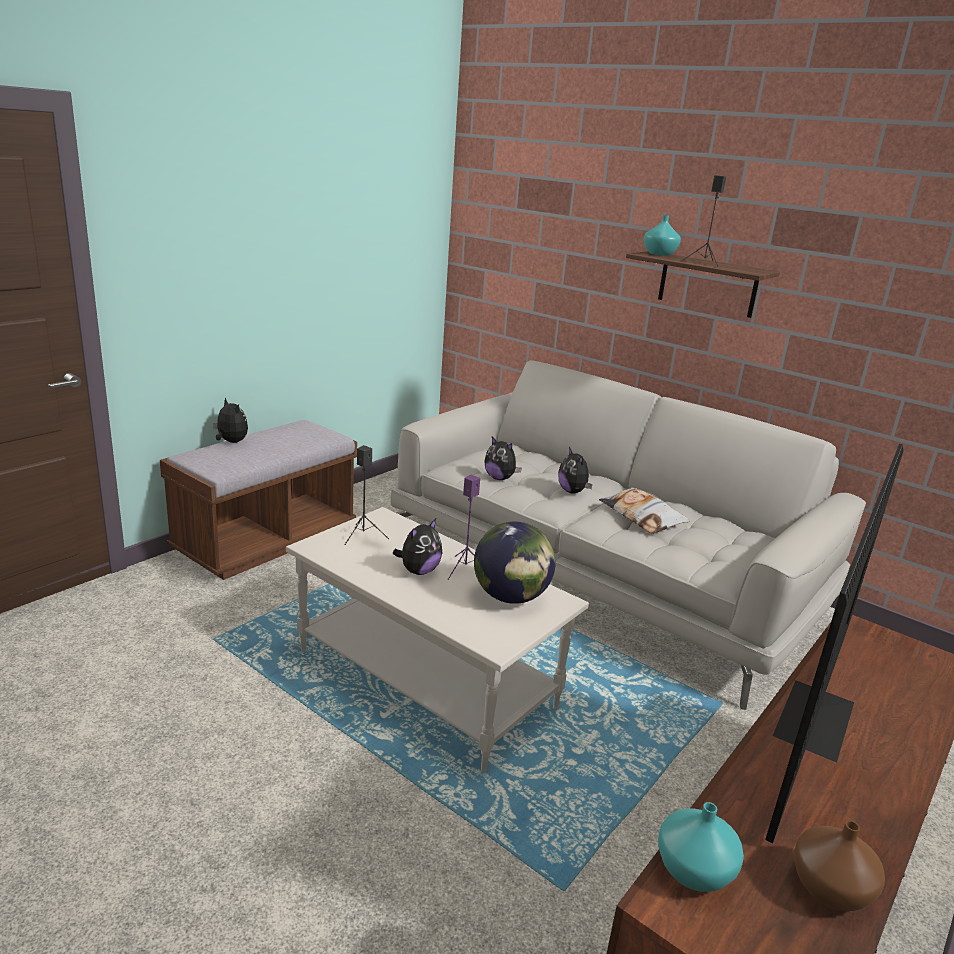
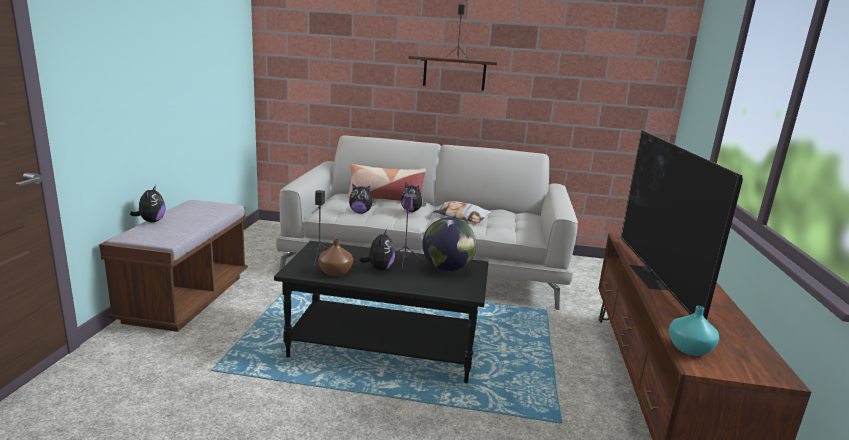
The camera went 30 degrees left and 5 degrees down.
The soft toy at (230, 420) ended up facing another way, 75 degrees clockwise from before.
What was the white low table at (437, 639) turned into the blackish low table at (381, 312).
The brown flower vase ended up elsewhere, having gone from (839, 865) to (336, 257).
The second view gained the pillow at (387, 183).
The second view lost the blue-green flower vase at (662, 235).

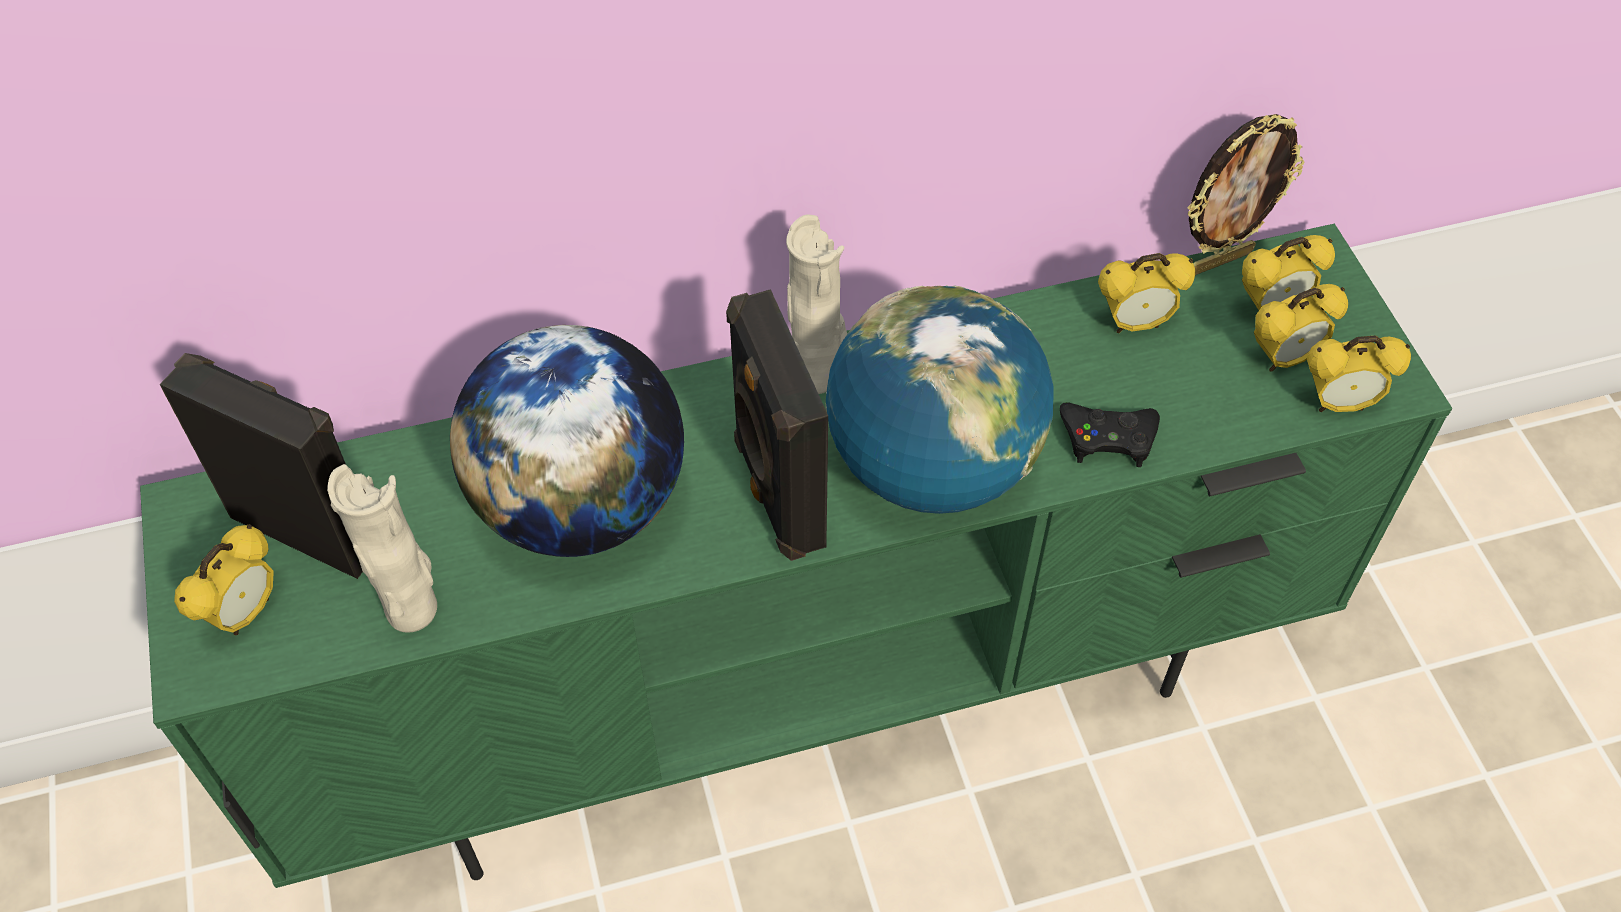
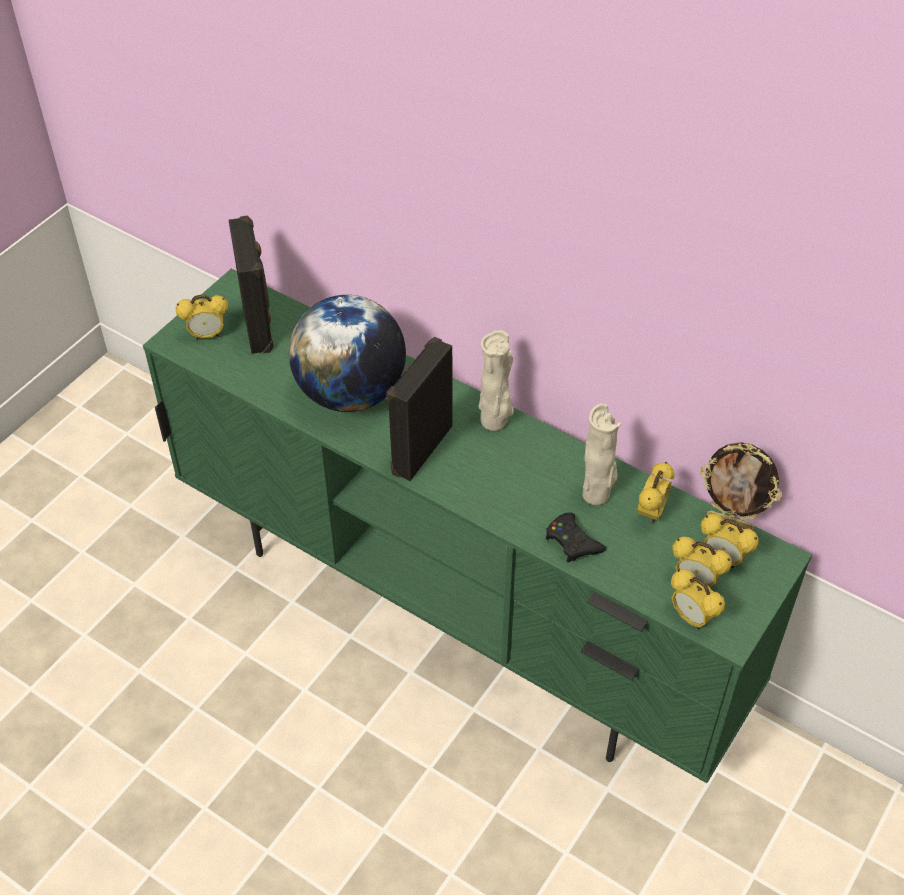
The camera went 50 degrees right and 5 degrees down.
The sand-coloured flower vase ended up elsewhere, having gone from (382, 548) to (601, 454).
The table clock at (1147, 293) ended up facing another way, 105 degrees counterclockwise from before.
The second view lost the world globe at (940, 399).

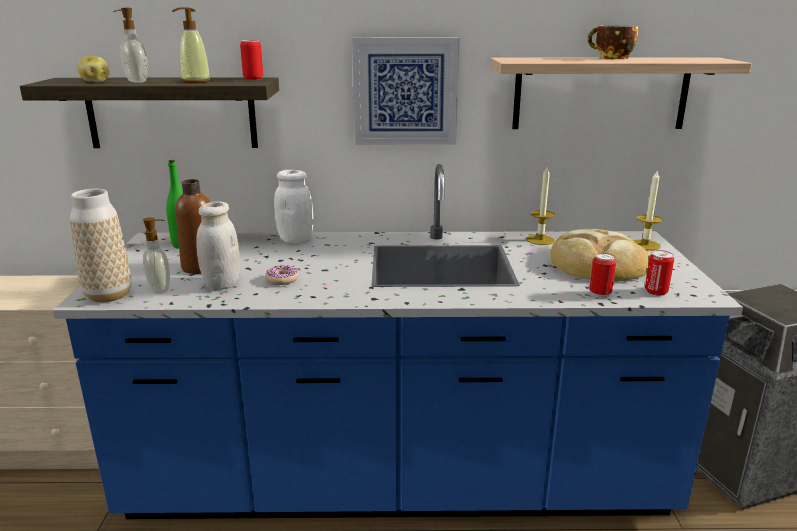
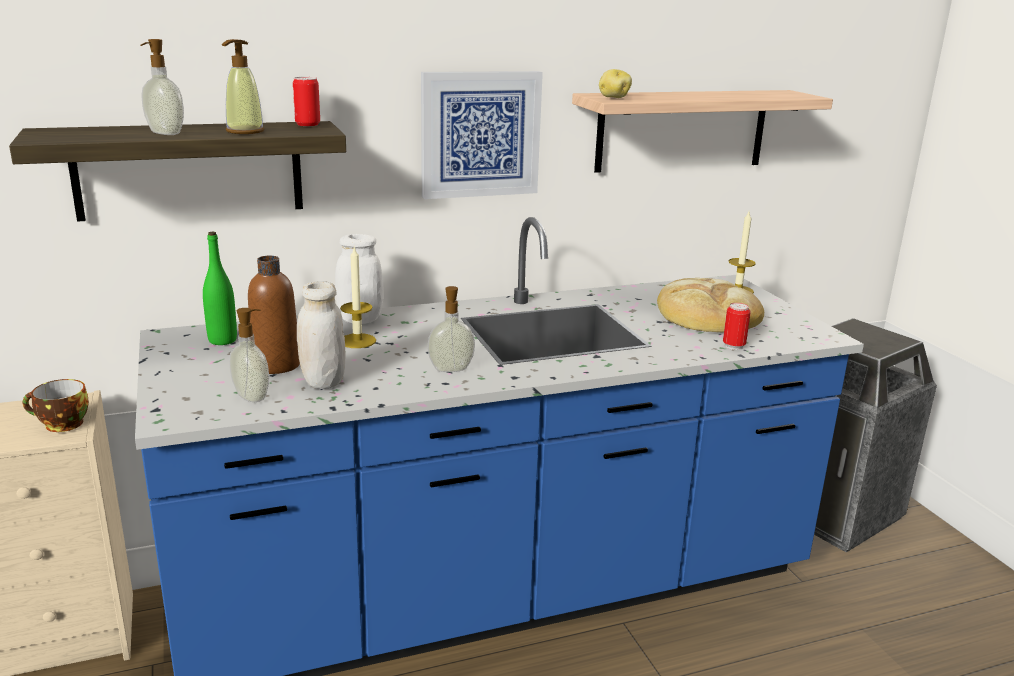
The camera went 20 degrees left and 0 degrees up.
The cup ended up elsewhere, having gone from (613, 42) to (56, 405).
The candle ended up elsewhere, having gone from (540, 206) to (358, 297).
The second view gained the soap dispenser at (451, 329).
The whole potato ended up elsewhere, having gone from (93, 69) to (615, 83).
The second view lost the flower vase at (100, 246).
The second view lost the doughnut at (281, 275).
The second view lost the can at (659, 273).

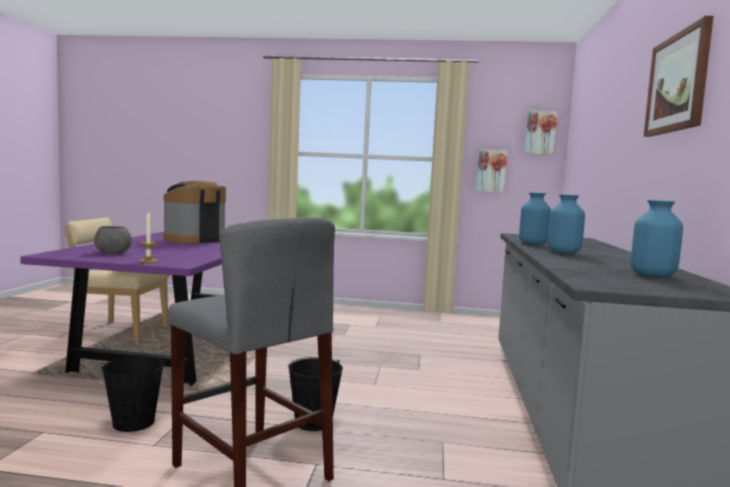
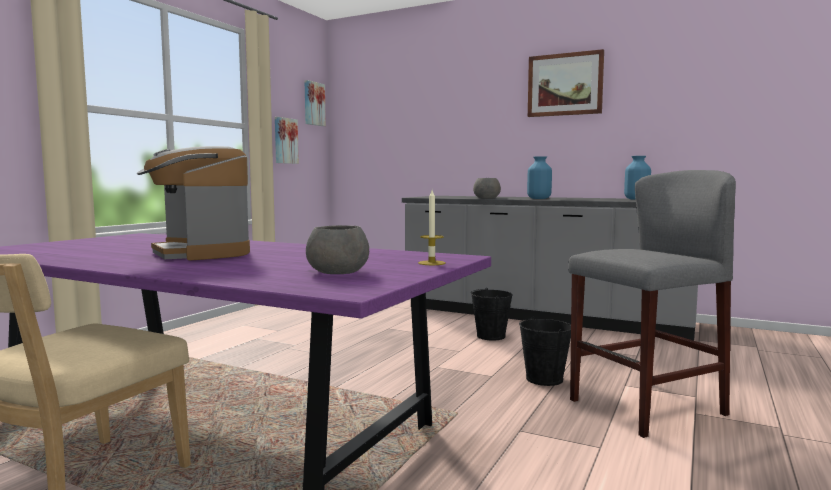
The camera went 70 degrees left and 0 degrees up.
The blackish water bucket ended up elsewhere, having gone from (133, 393) to (492, 314).
Where the blue-coloured flower vase stood at (535, 218), the greyish bowl came to stand at (487, 188).

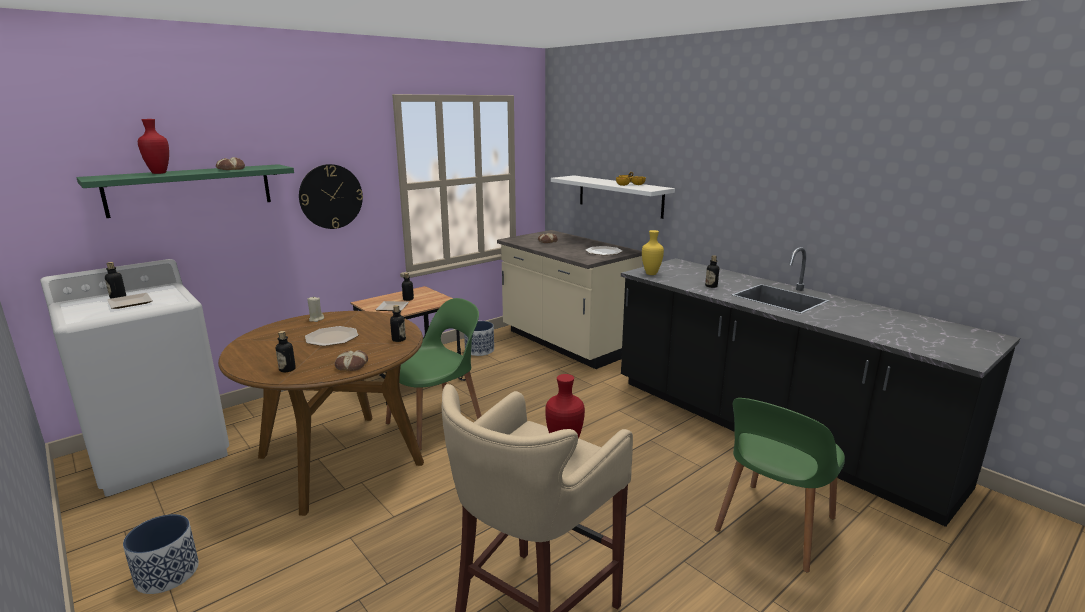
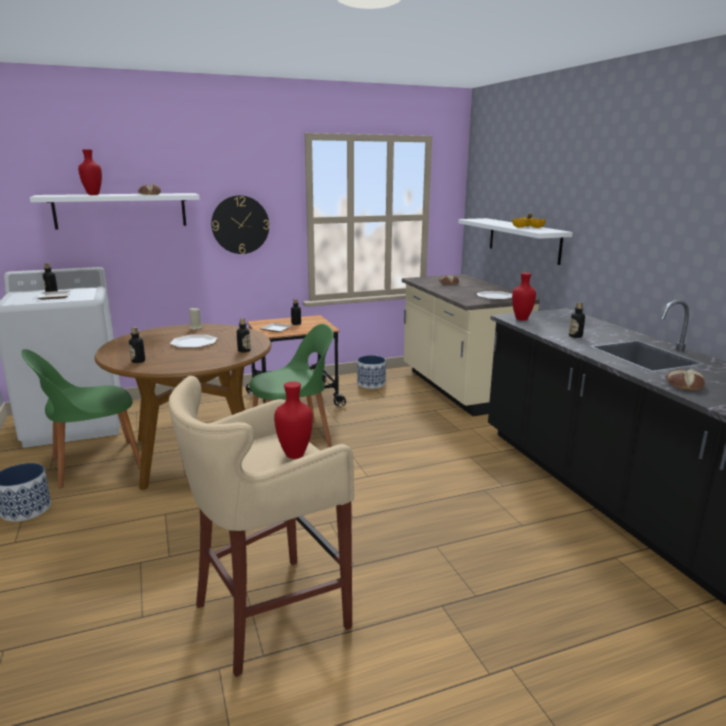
The camera went 20 degrees right and 0 degrees up.
The greenish chair ended up elsewhere, having gone from (779, 485) to (81, 418).
What was the greenish shelf at (185, 191) turned into the white shelf at (115, 211).
What was the yellowish flower vase at (653, 252) turned into the red flower vase at (524, 297).
The bread ended up elsewhere, having gone from (351, 360) to (685, 380).

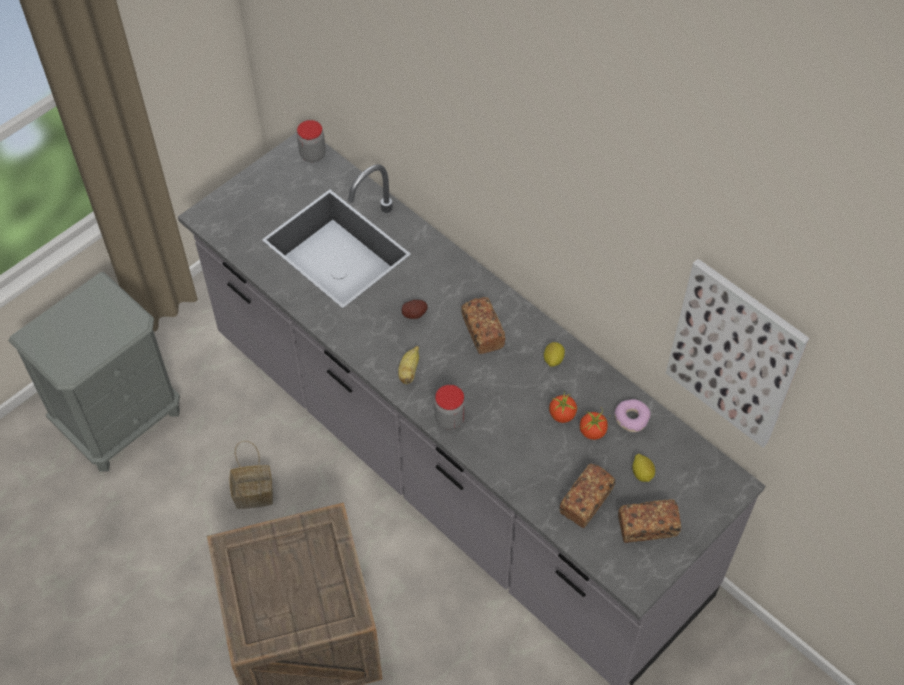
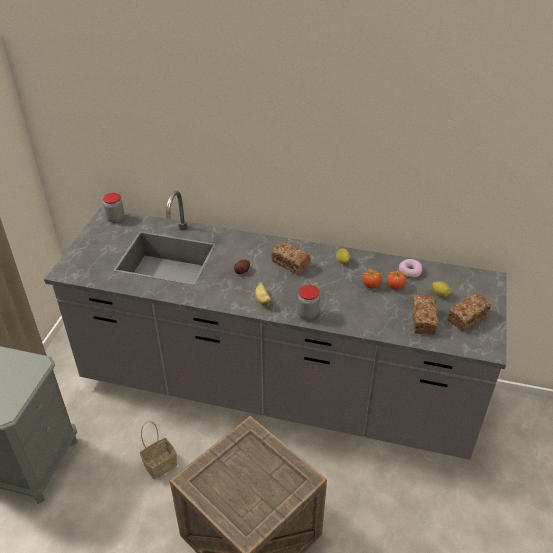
The camera went 30 degrees left and 15 degrees down.
The second view lost the wall picture at (738, 353).

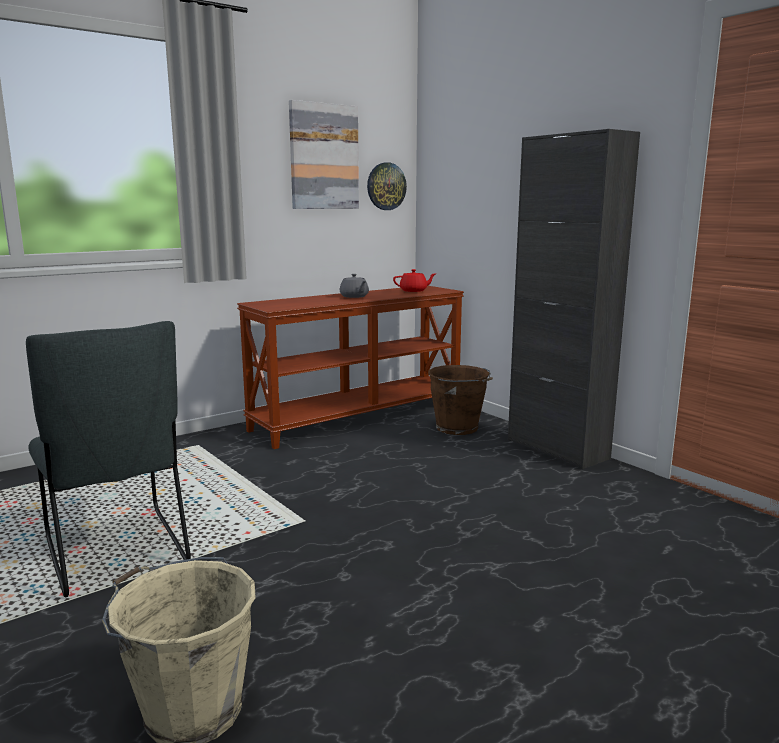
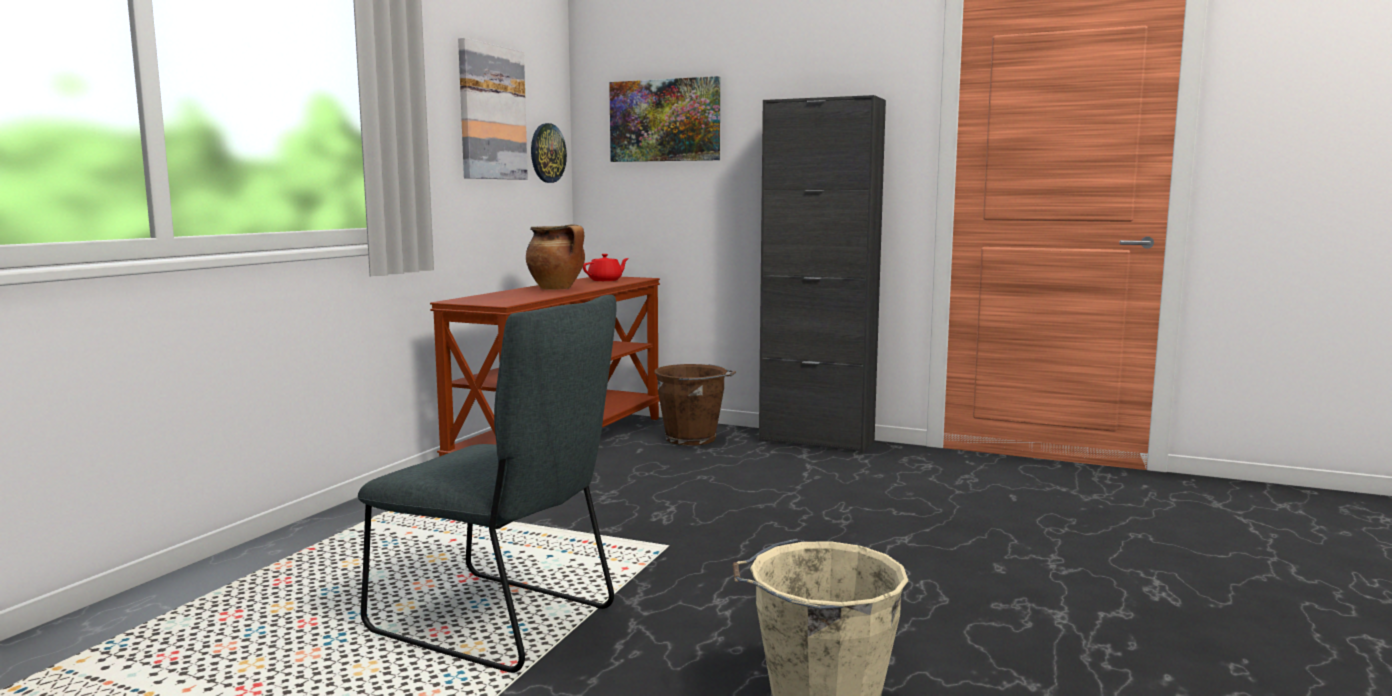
The camera went 30 degrees left and 5 degrees down.
Where the greyish tea pot stood at (354, 286), the cooking pot came to stand at (555, 257).
The second view gained the wall picture at (664, 119).

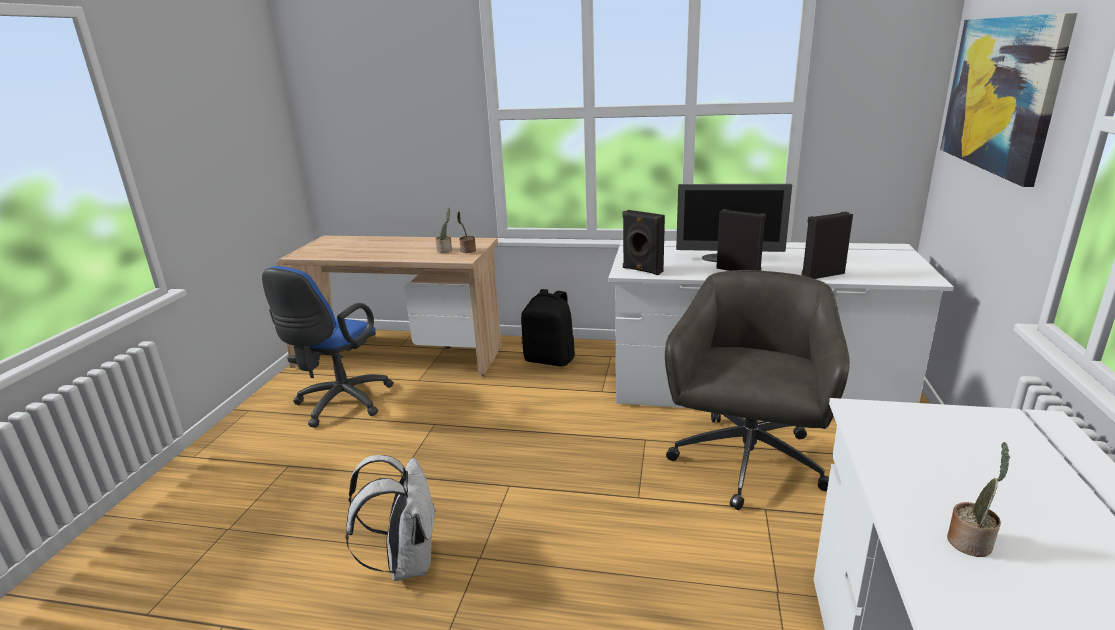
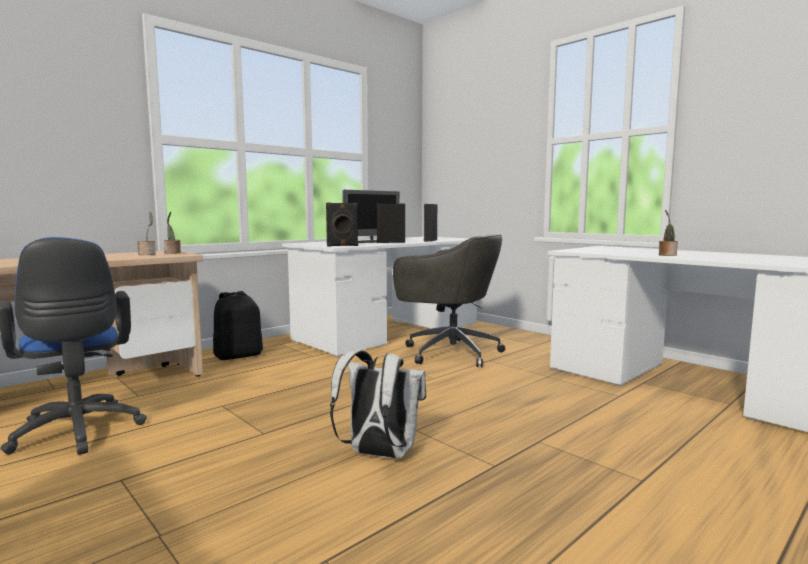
The camera went 55 degrees left and 15 degrees down.
The greyish computer chair at (757, 390) ended up facing another way, 150 degrees clockwise from before.
The second view lost the wall picture at (1008, 100).

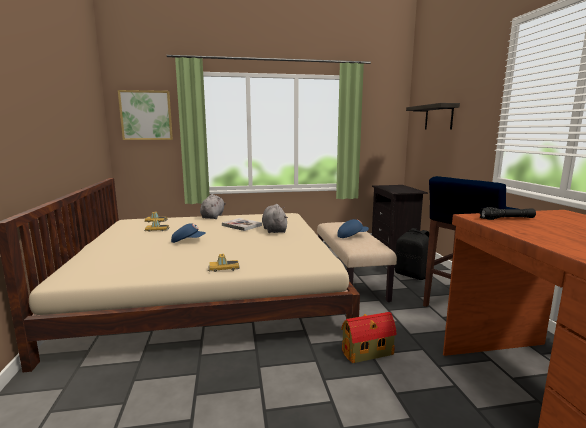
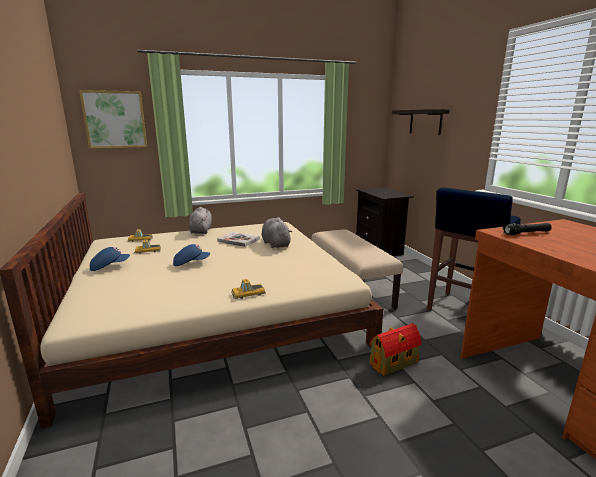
The camera went 10 degrees left and 5 degrees up.
The blue-coloured cap ended up elsewhere, having gone from (353, 228) to (110, 259).
The second view lost the blackish rucksack at (412, 254).

